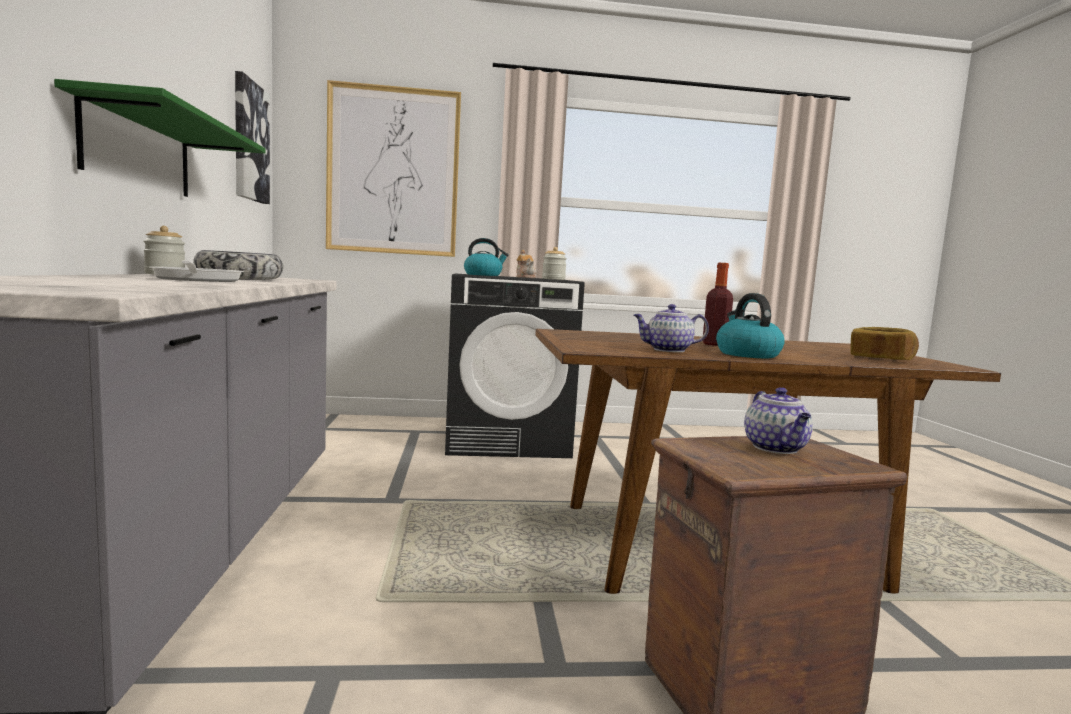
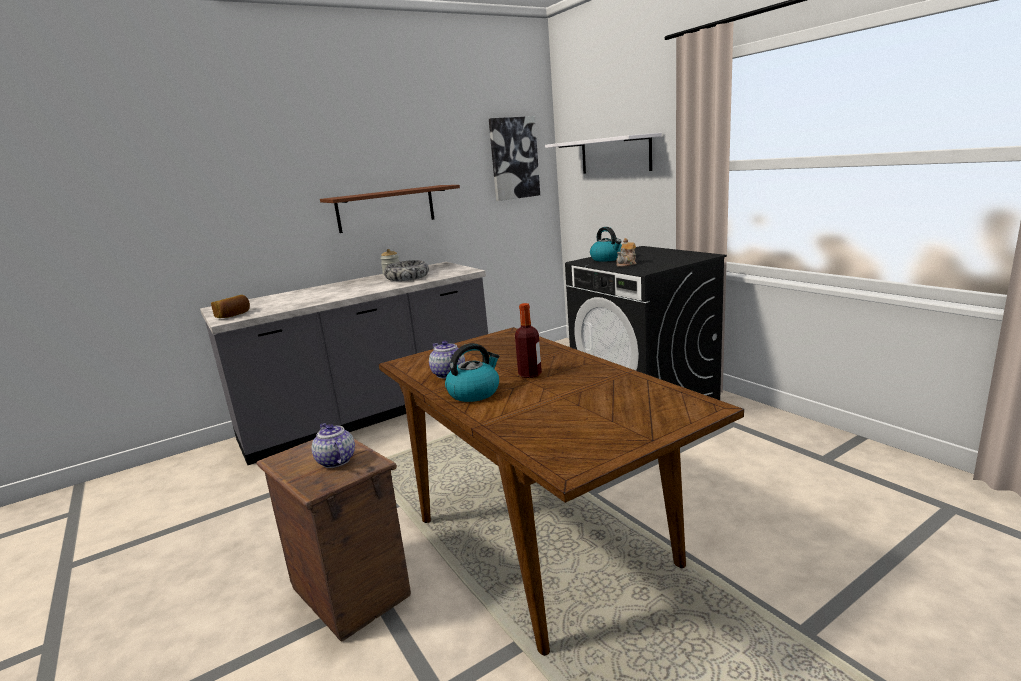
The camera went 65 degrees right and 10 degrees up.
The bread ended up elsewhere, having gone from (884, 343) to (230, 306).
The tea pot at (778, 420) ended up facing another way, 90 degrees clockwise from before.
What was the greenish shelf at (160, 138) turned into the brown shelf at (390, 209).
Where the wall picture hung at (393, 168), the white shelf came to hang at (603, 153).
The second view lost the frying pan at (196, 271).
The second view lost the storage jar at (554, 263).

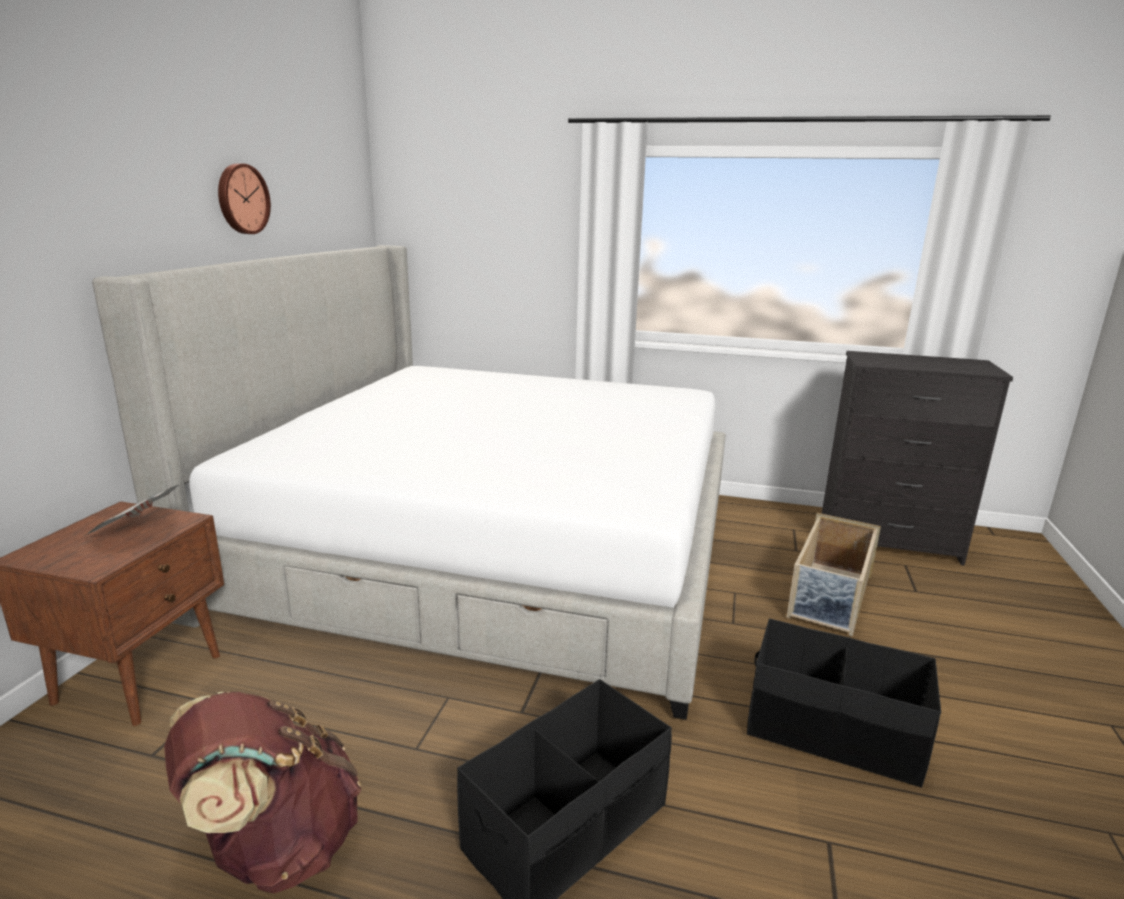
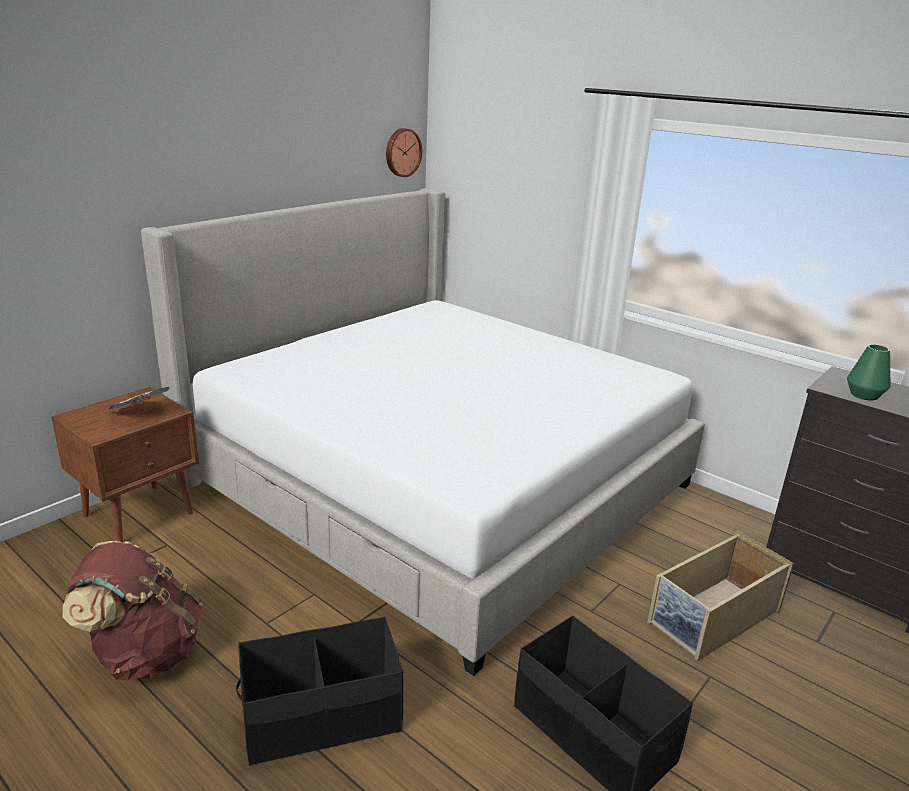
The camera went 25 degrees right and 5 degrees up.
The hanging clock ended up elsewhere, having gone from (244, 199) to (404, 152).
The second view gained the greenish flower vase at (868, 372).

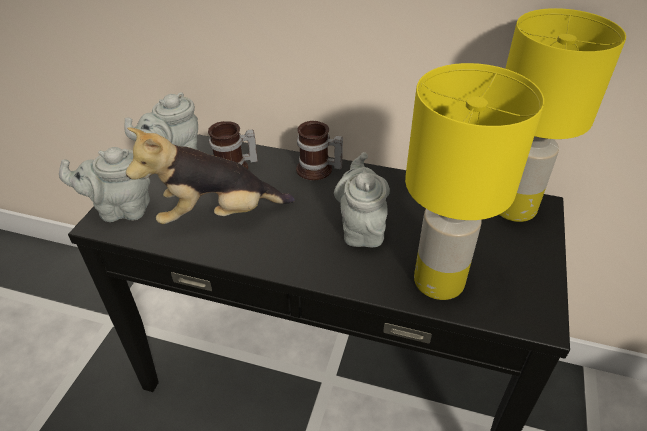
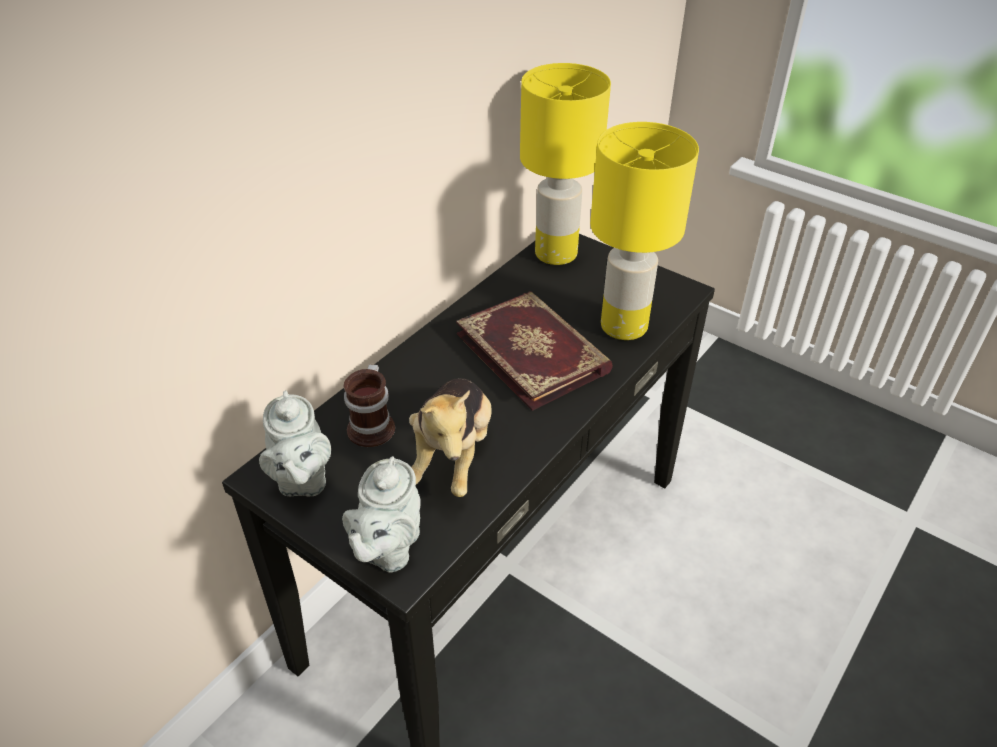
The camera went 70 degrees left and 0 degrees up.
Where the greyish tea pot stood at (362, 199), the bound book came to stand at (534, 351).
The second view lost the coffee mug at (319, 150).

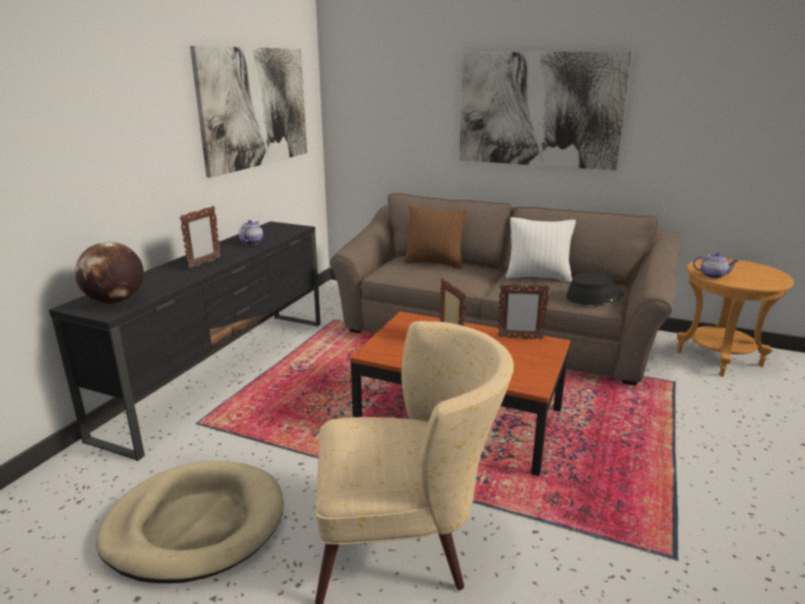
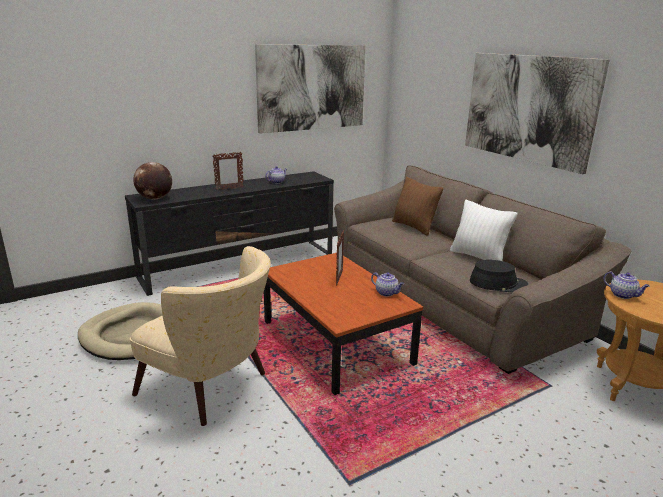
The camera went 35 degrees right and 0 degrees up.
Where the standing frame stood at (523, 312), the tea pot came to stand at (387, 284).

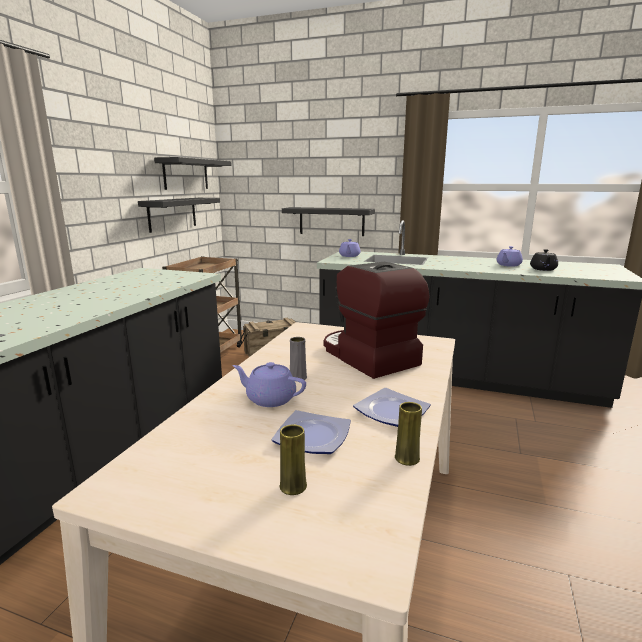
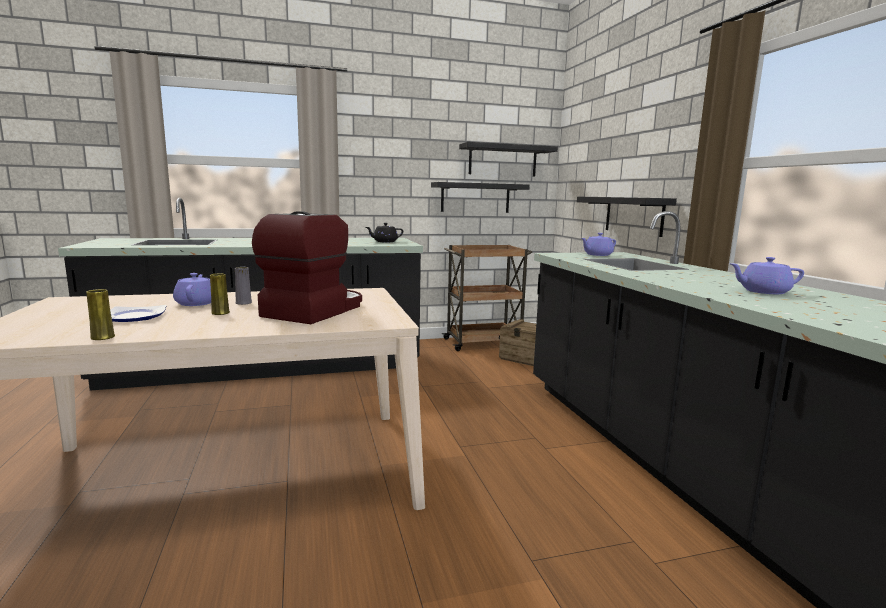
The camera went 55 degrees right and 5 degrees down.
The yellowish flower vase ended up elsewhere, having gone from (293, 459) to (220, 294).
The blackish tea pot ended up elsewhere, having gone from (544, 260) to (384, 233).
The second view lost the plate at (392, 407).

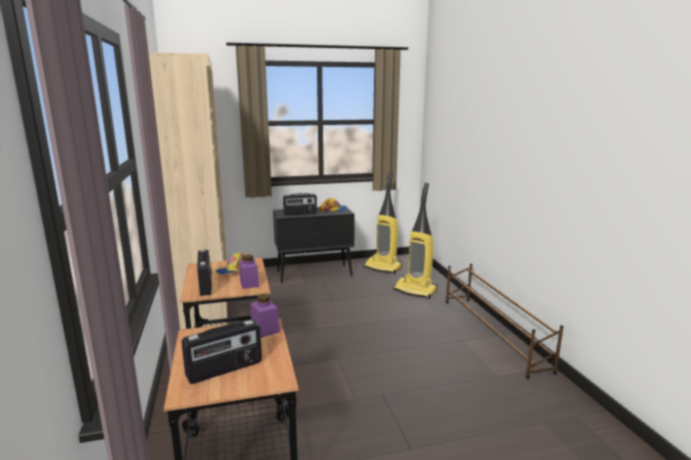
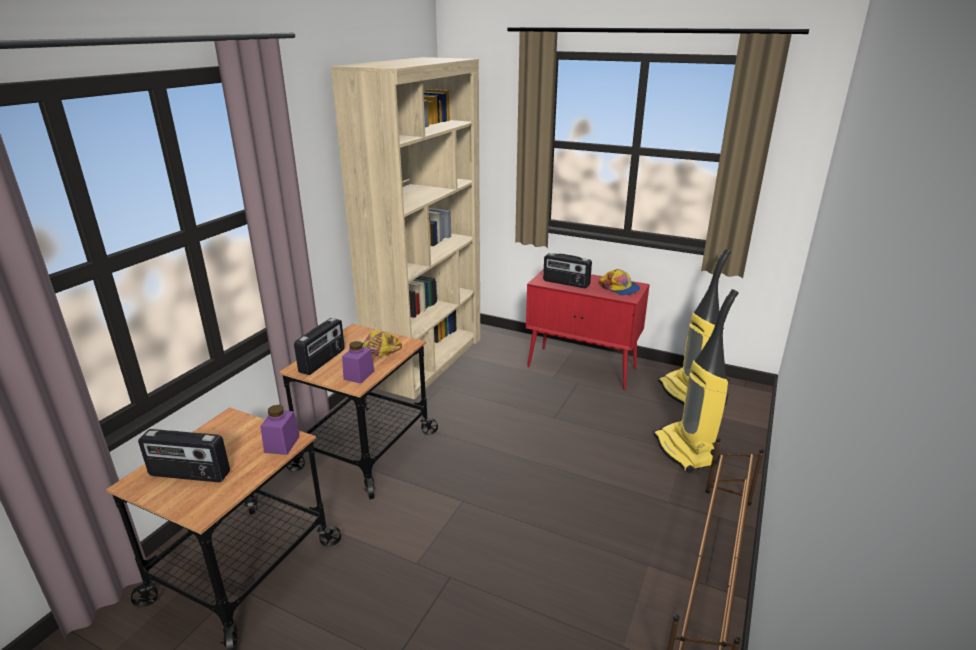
The camera went 40 degrees right and 10 degrees up.
What was the blackish cabinet at (314, 245) turned into the red cabinet at (588, 329).

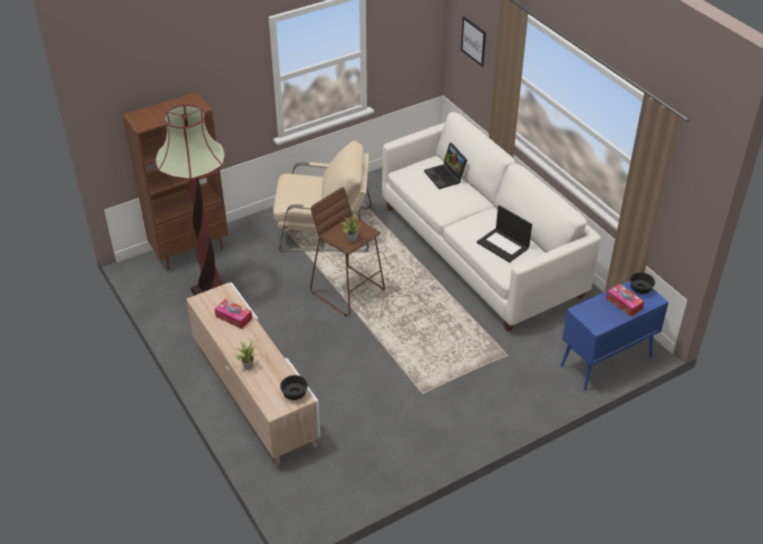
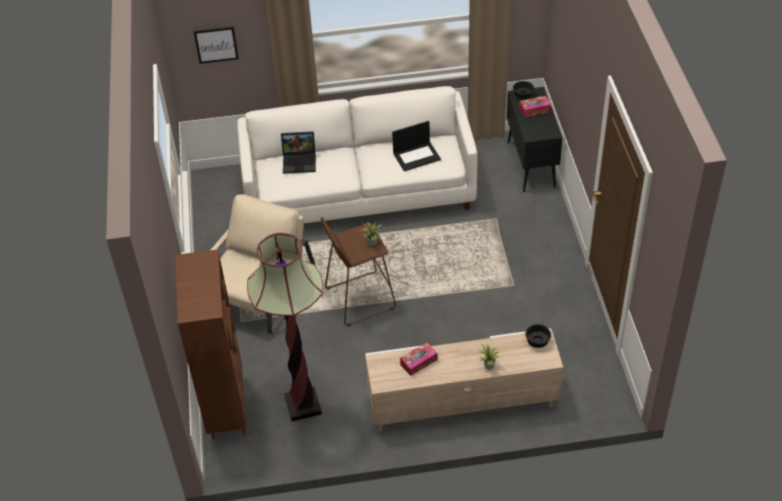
The camera went 65 degrees left and 5 degrees up.
What was the blue-coloured cabinet at (615, 336) turned into the blackish cabinet at (535, 139).

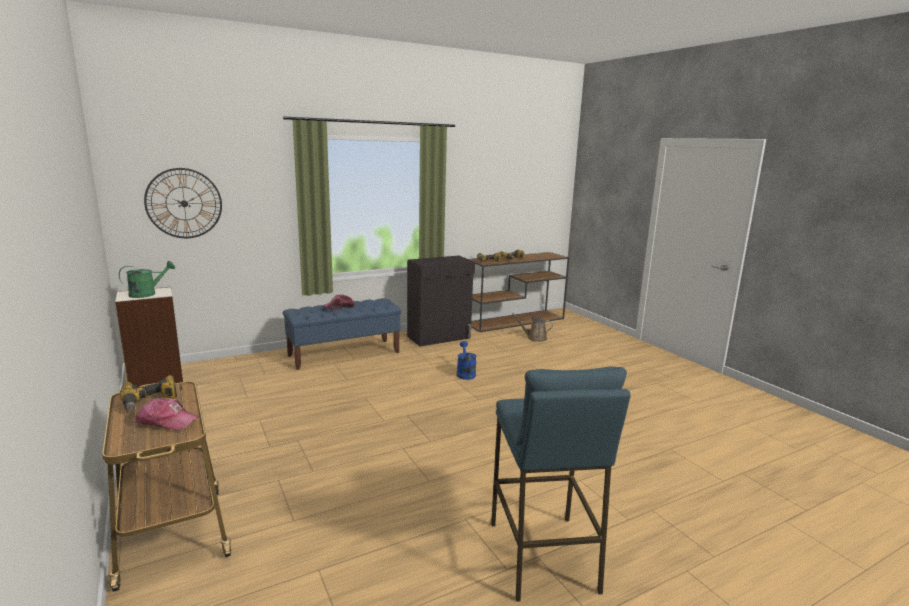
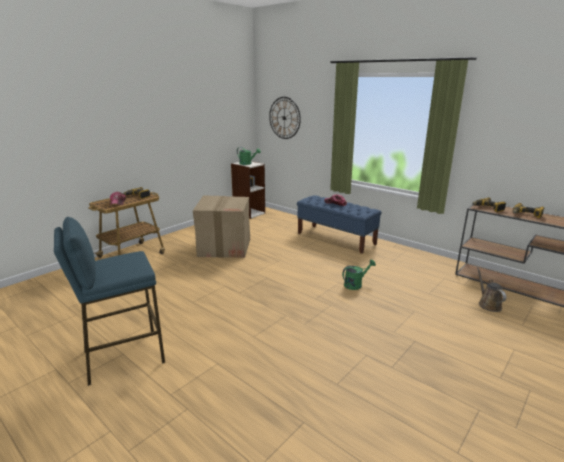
The camera went 70 degrees right and 5 degrees up.
The second view gained the carton at (221, 226).
What was the blue-coloured watering pot at (467, 360) turned into the greenish watering pot at (359, 275).
The second view lost the blackish cabinet at (441, 301).

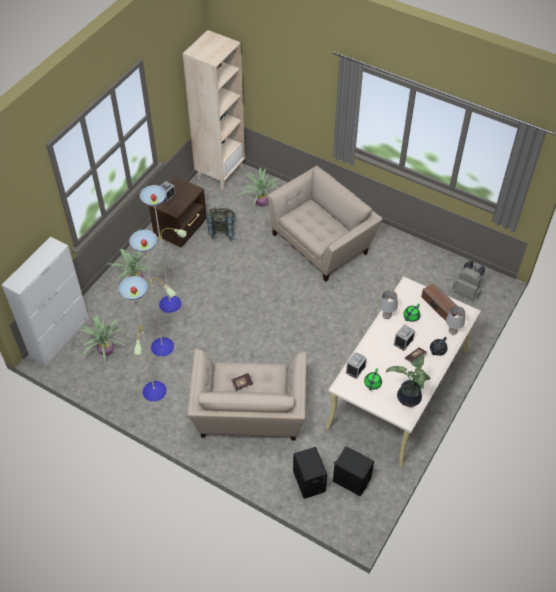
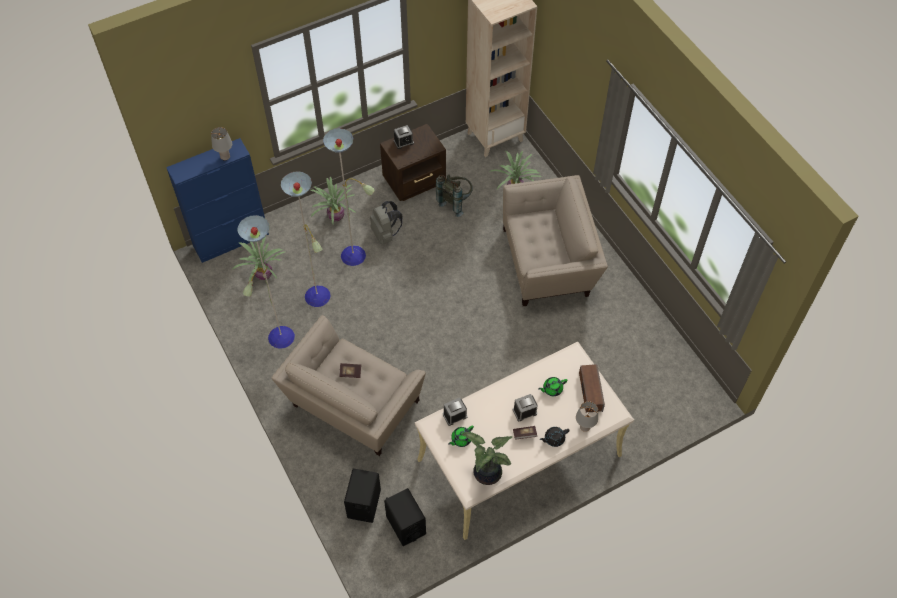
The camera went 30 degrees right and 5 degrees up.
What was the white cabinet at (45, 301) turned into the blue-coloured cabinet at (217, 200).
The greyish table lamp ended up elsewhere, having gone from (388, 304) to (221, 144).
The greyish rucksack ended up elsewhere, having gone from (468, 281) to (386, 222).

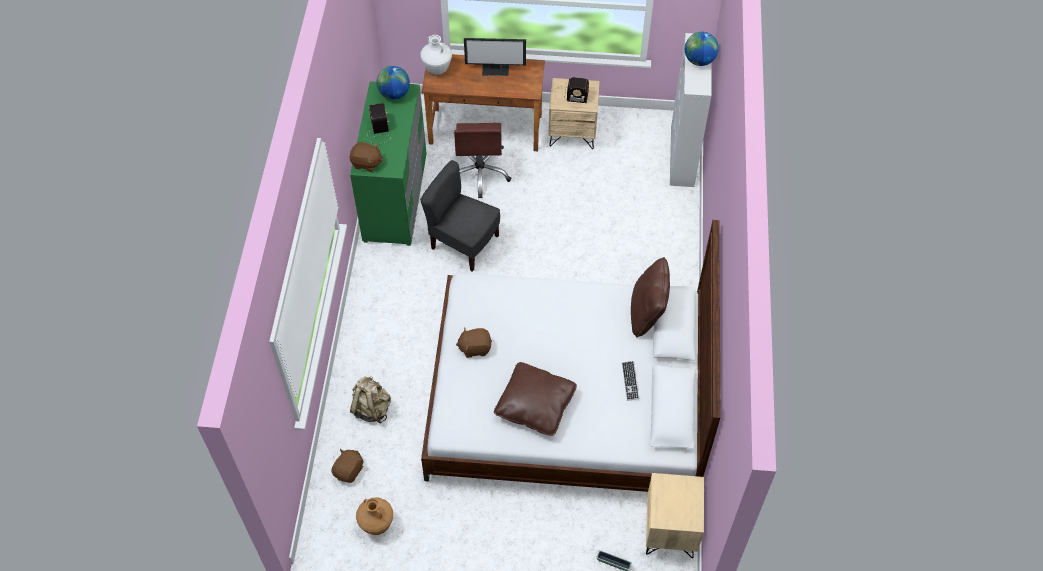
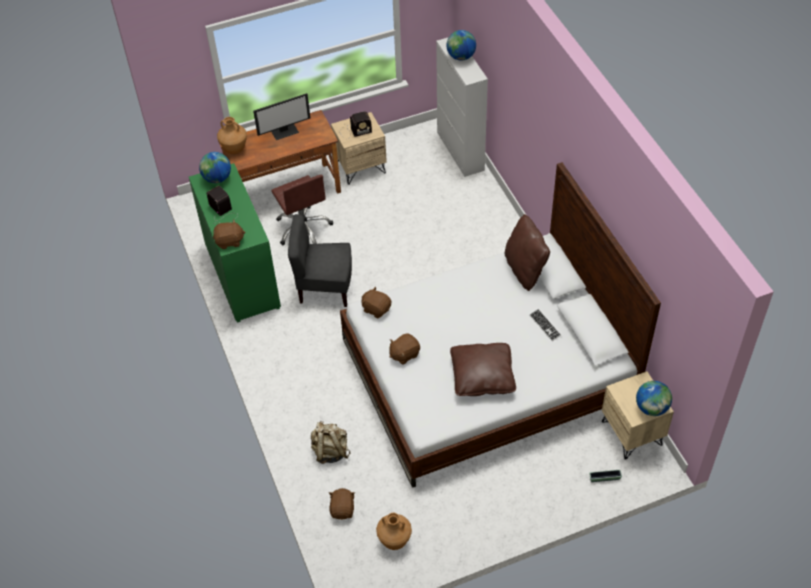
The camera went 25 degrees left and 5 degrees down.
What was the white flower vase at (436, 55) turned into the brown flower vase at (232, 135).
The second view gained the brown soft toy at (376, 302).
The second view gained the world globe at (654, 398).

